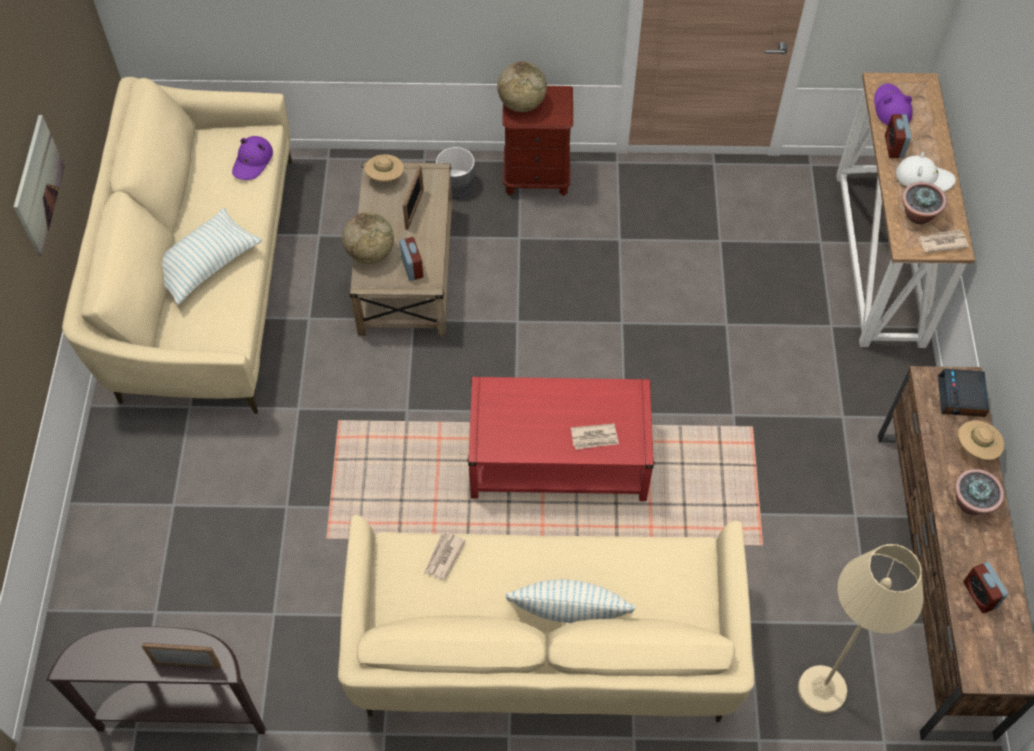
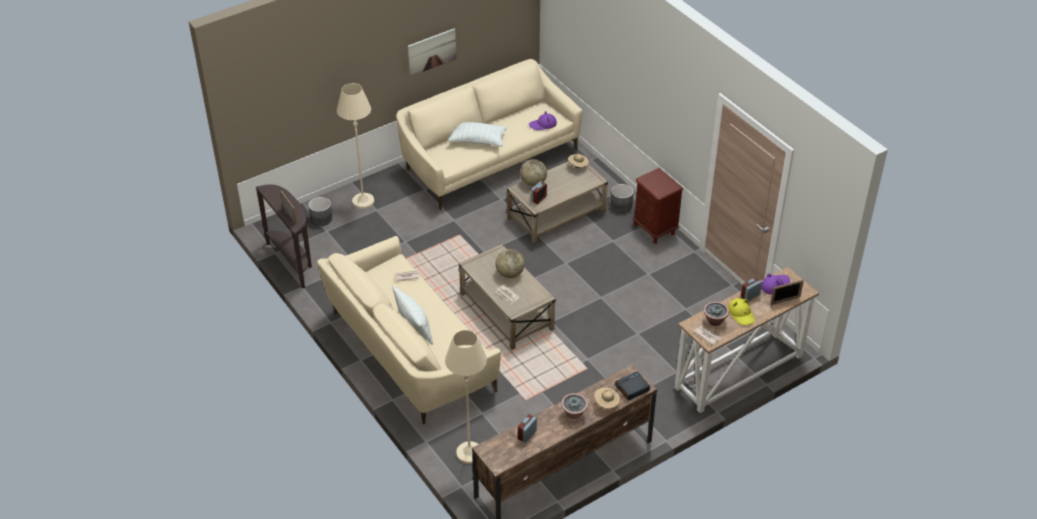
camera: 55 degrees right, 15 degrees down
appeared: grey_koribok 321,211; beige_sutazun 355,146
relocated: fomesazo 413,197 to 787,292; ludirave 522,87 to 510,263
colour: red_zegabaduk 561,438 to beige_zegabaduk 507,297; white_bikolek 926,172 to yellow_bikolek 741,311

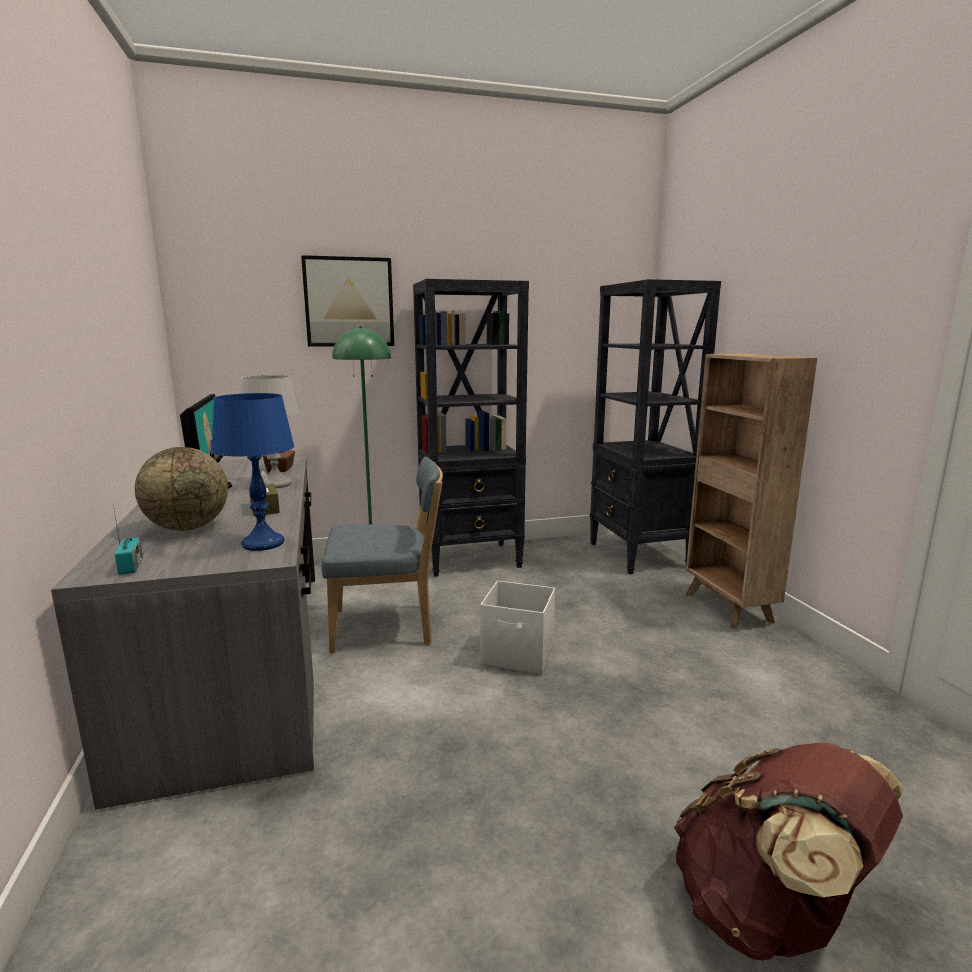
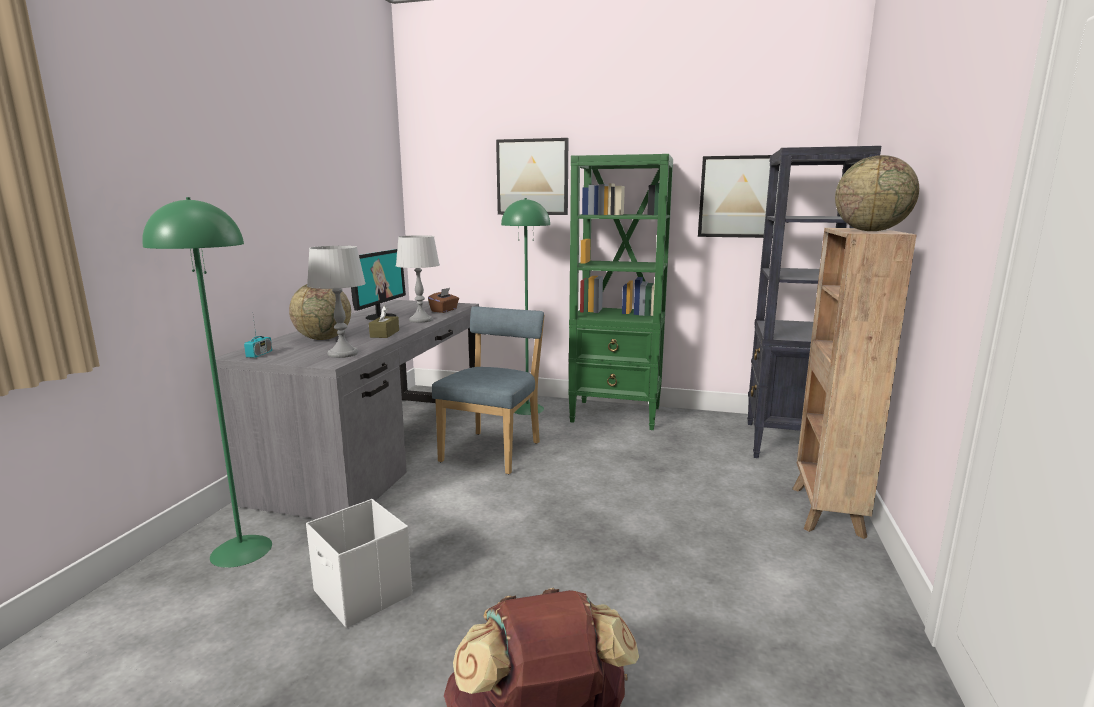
camera: 30 degrees right, 0 degrees up
appeared: green_sutazun 207,382; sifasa 739,196; ludirave 877,193
relocated: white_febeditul 517,627 to 359,563
colour: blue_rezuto 253,472 to grey_rezuto 336,302; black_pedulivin 471,428 to green_pedulivin 620,292
spun: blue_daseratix 382,555 = 488,390 90 degrees counterclockwise

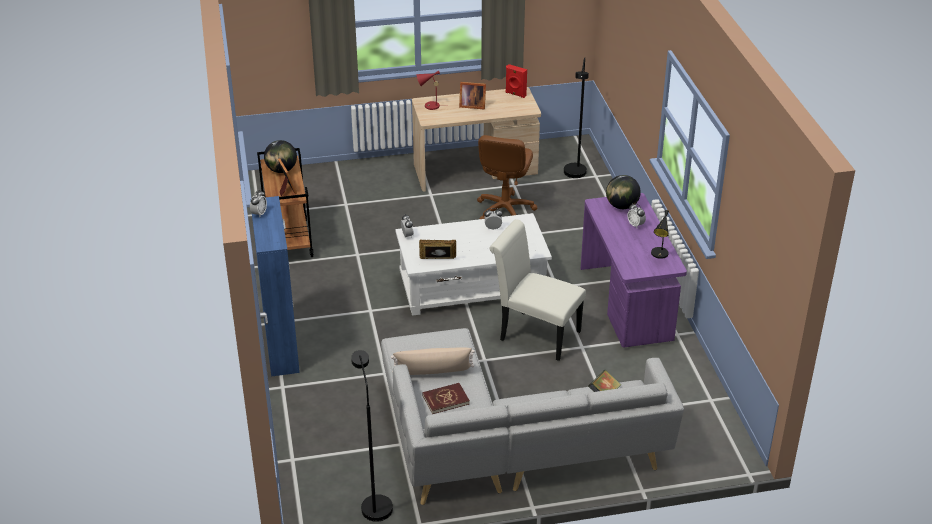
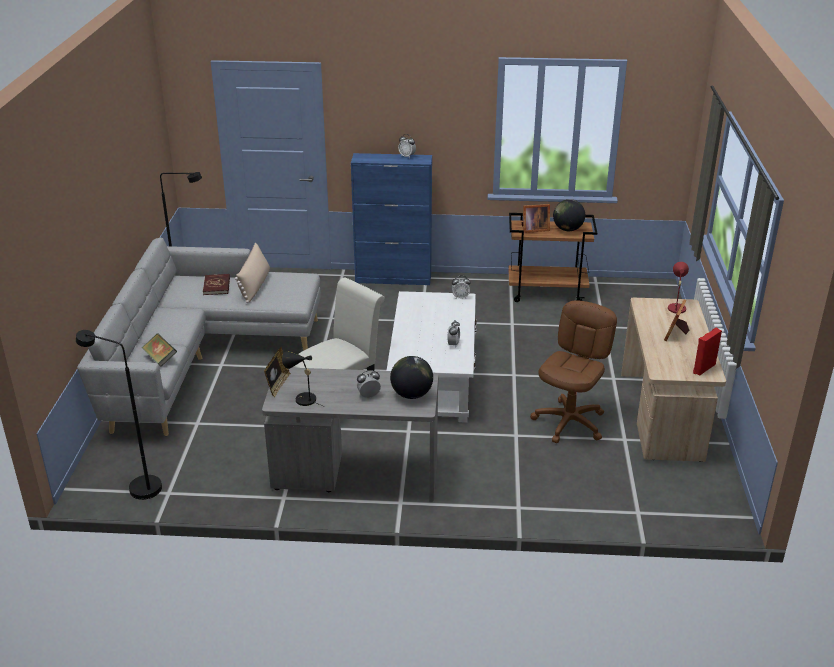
camera: 105 degrees right, 5 degrees down
relocated: fomesazo 437,249 to 277,372; black_sutazun 576,117 to 119,415
colour: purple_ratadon 634,270 to grey_ratadon 350,435
spun: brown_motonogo 507,177 = 573,371 90 degrees clockwise

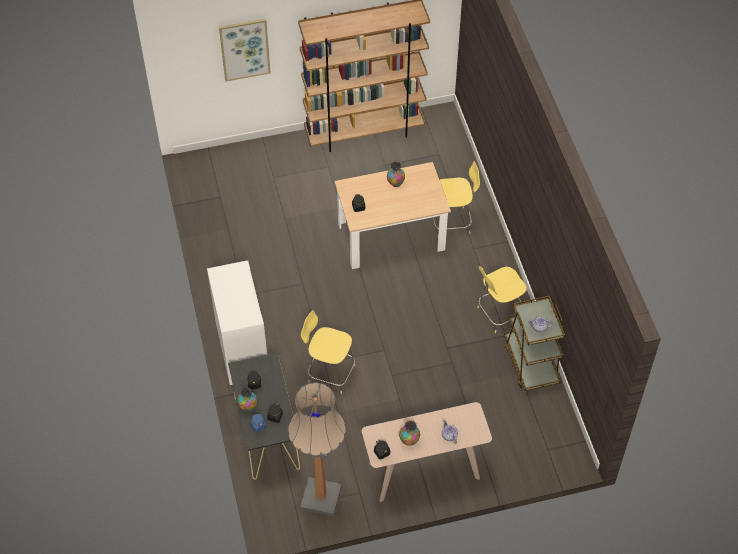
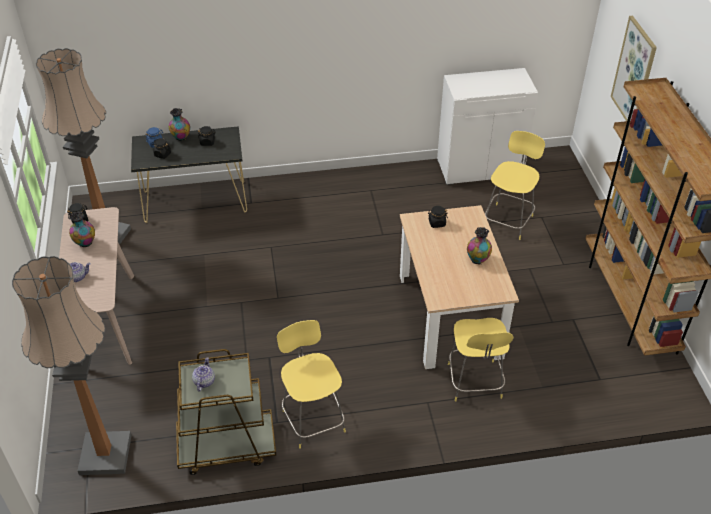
camera: 95 degrees right, 10 degrees down
appeared: sutazun 71,365
relocated: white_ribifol 237,323 to 487,126; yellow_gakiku 328,352 to 515,185

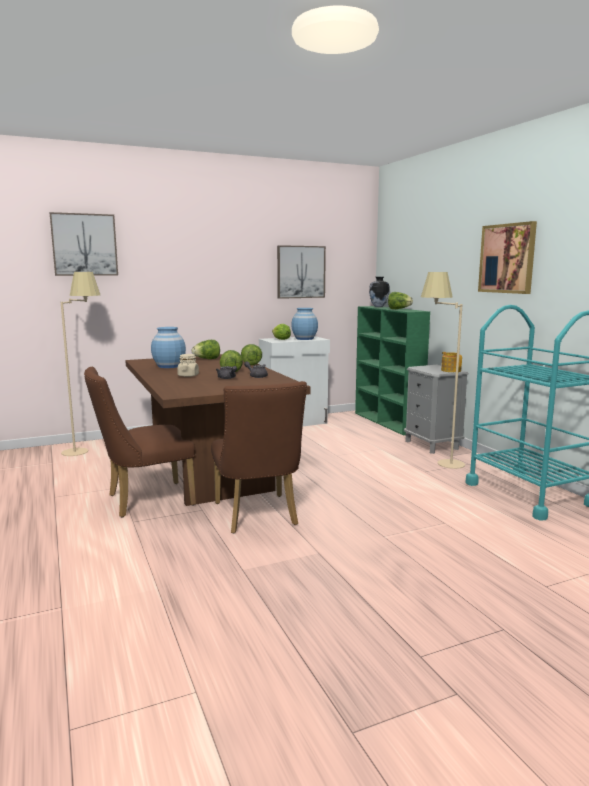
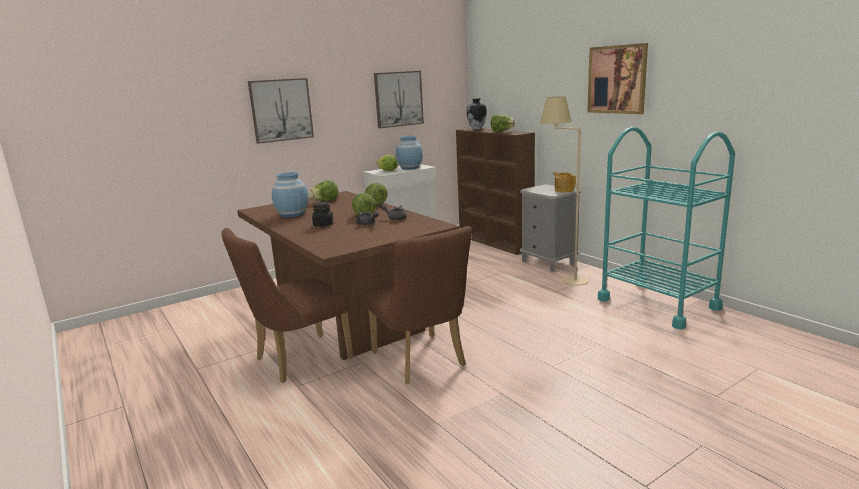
camera: 10 degrees left, 5 degrees up
missing: beige_sutazun 80,364
relocated: sifasa 84,244 to 281,111
colour: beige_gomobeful 188,365 to black_gomobeful 322,214; green_pedulivin 392,370 to brown_pedulivin 495,191

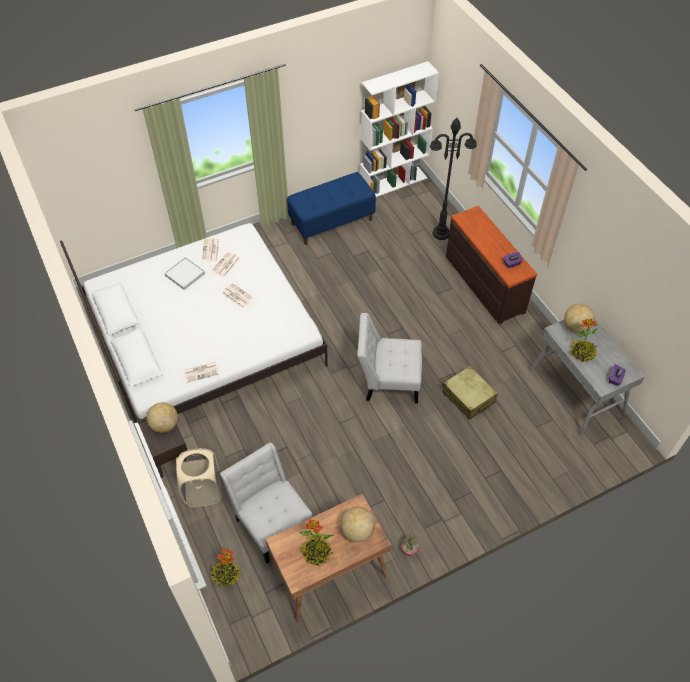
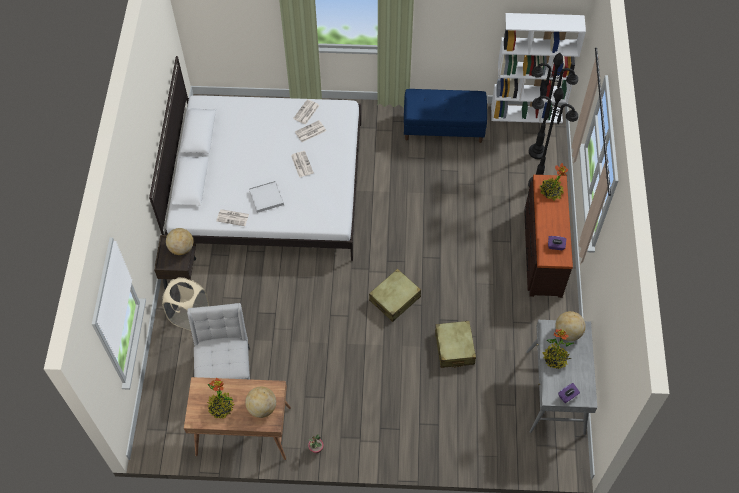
camera: 30 degrees right, 5 degrees up
appeared: black_sutazun 553,106
relocated: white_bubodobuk 184,273 to 266,197; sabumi 226,566 to 554,182
exchanged: white_daseratix 389,358 to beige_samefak 395,295

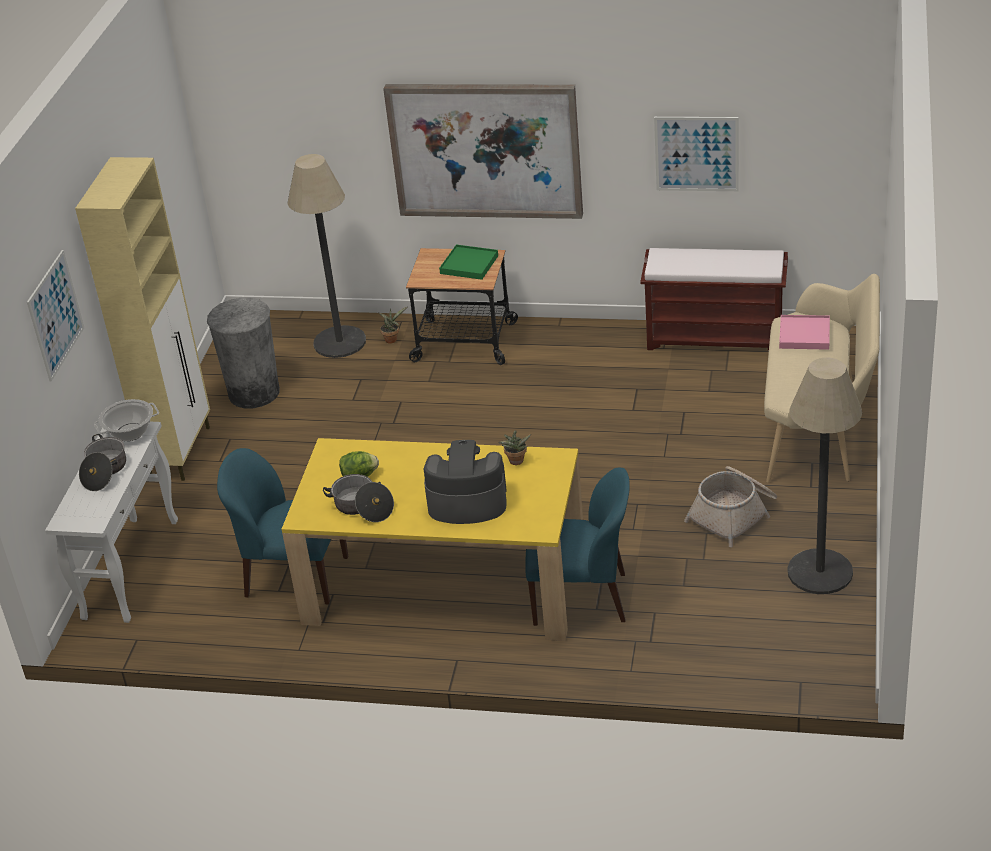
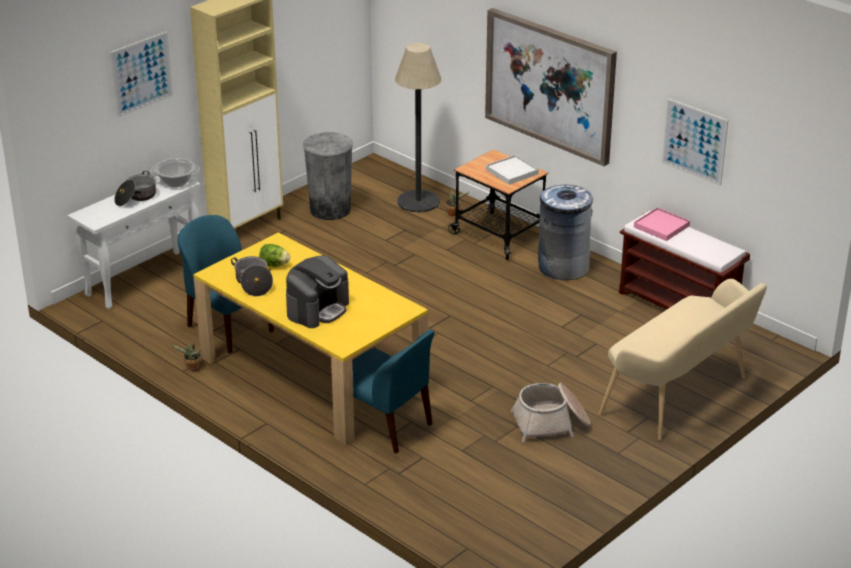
camera: 30 degrees right, 5 degrees down
missing: sutazun 825,476
appeared: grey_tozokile 565,232
relocated: sabumi 514,447 to 186,357; pink_bubodobuk 804,332 to 662,224
colour: green_bubodobuk 468,262 to white_bubodobuk 512,170
spun: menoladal 465,482 = 317,292 90 degrees clockwise

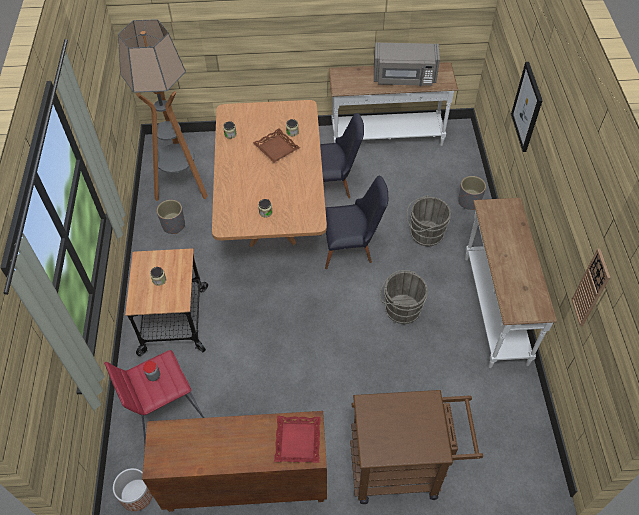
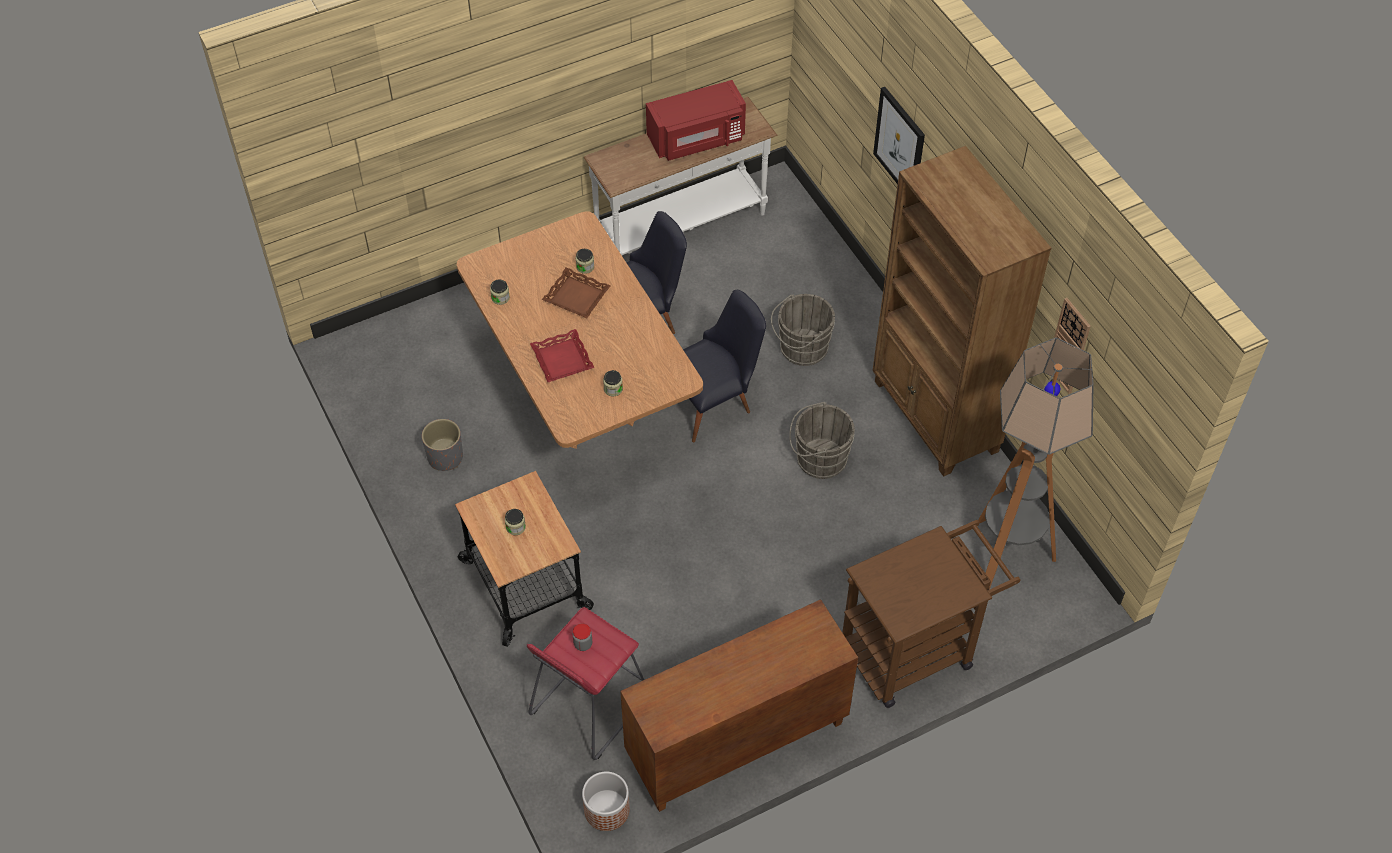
camera: 25 degrees left, 0 degrees up
missing: grey_koribok 472,193
relocated: sutazun 163,110 to 1036,464; red_bubodobuk 297,439 to 562,355
exchanged: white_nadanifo 511,283 to brown_pedulivin 962,311
colour: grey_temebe 407,64 to red_temebe 696,120

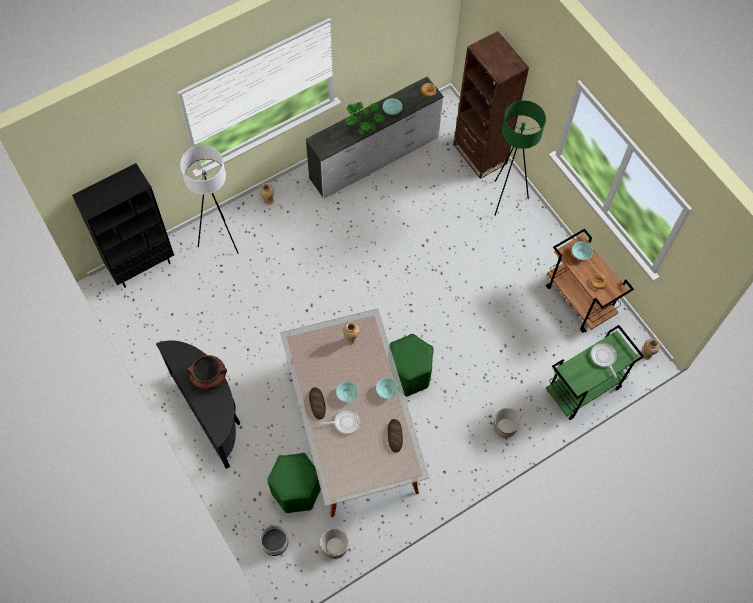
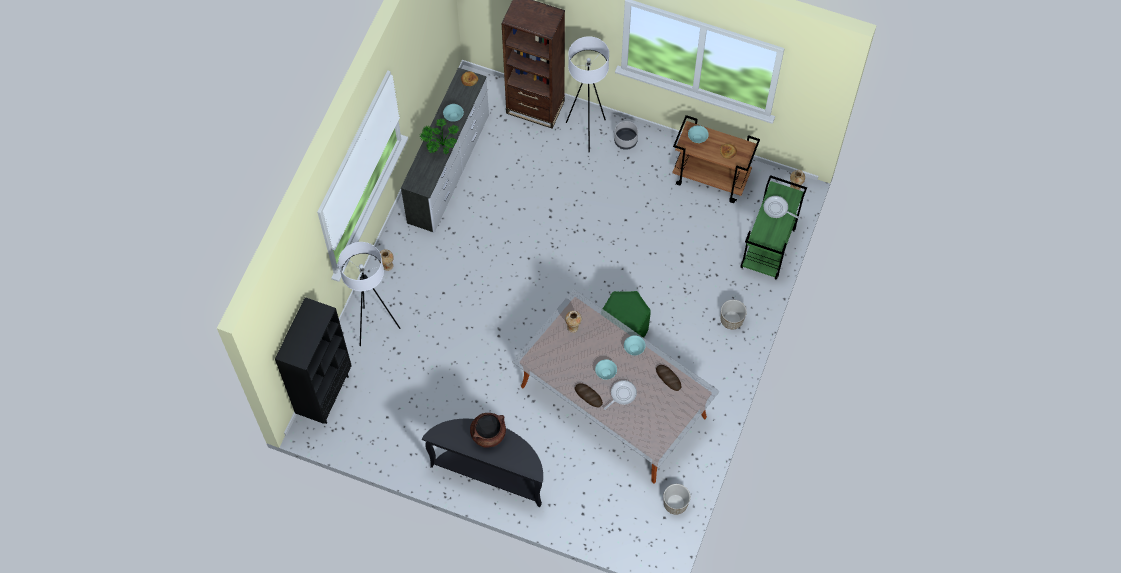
camera: 35 degrees left, 0 degrees up
missing: green_gakiku 294,483
relocated: grey_koribok 274,540 to 626,135
colour: green_sutazun 520,158 to white_sutazun 587,94

